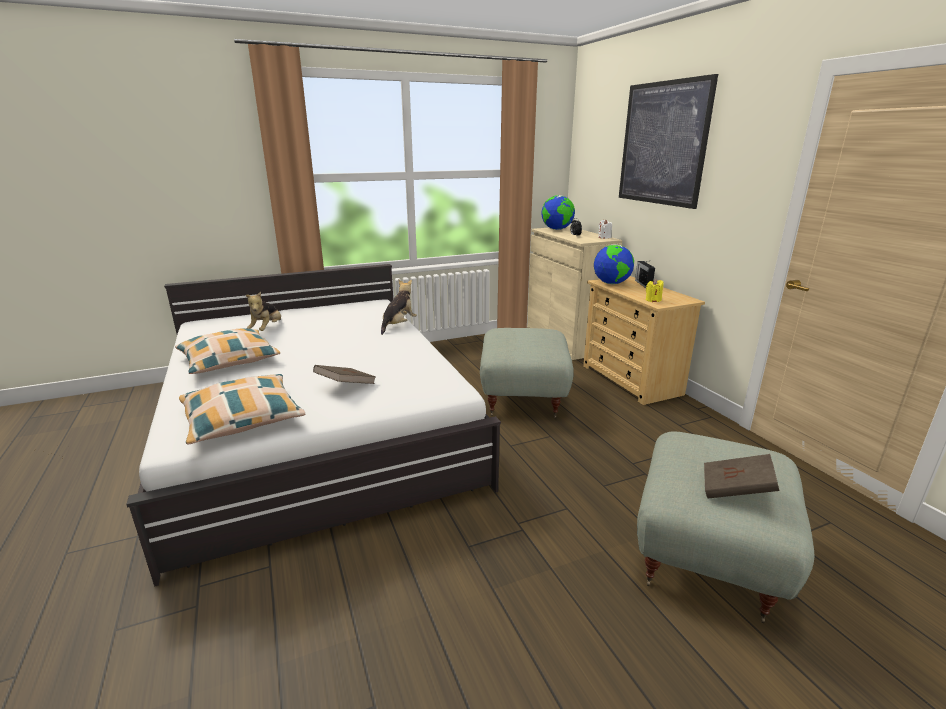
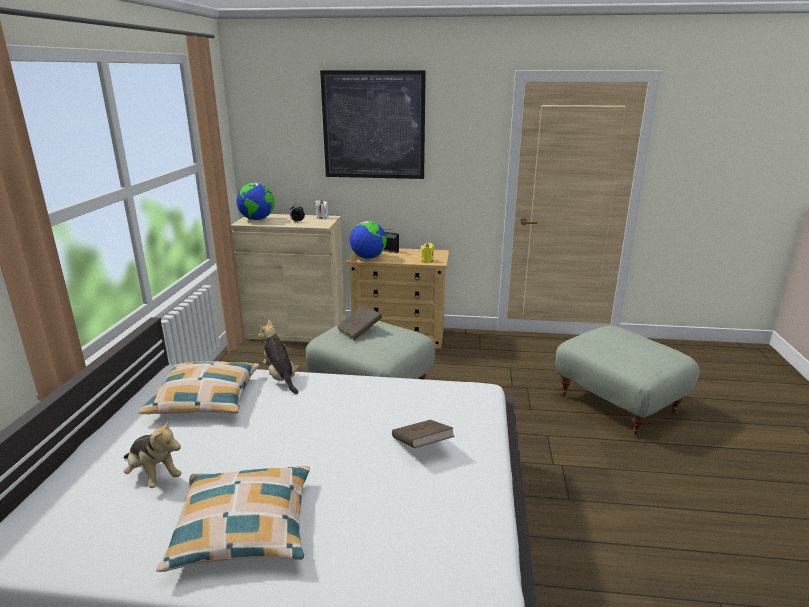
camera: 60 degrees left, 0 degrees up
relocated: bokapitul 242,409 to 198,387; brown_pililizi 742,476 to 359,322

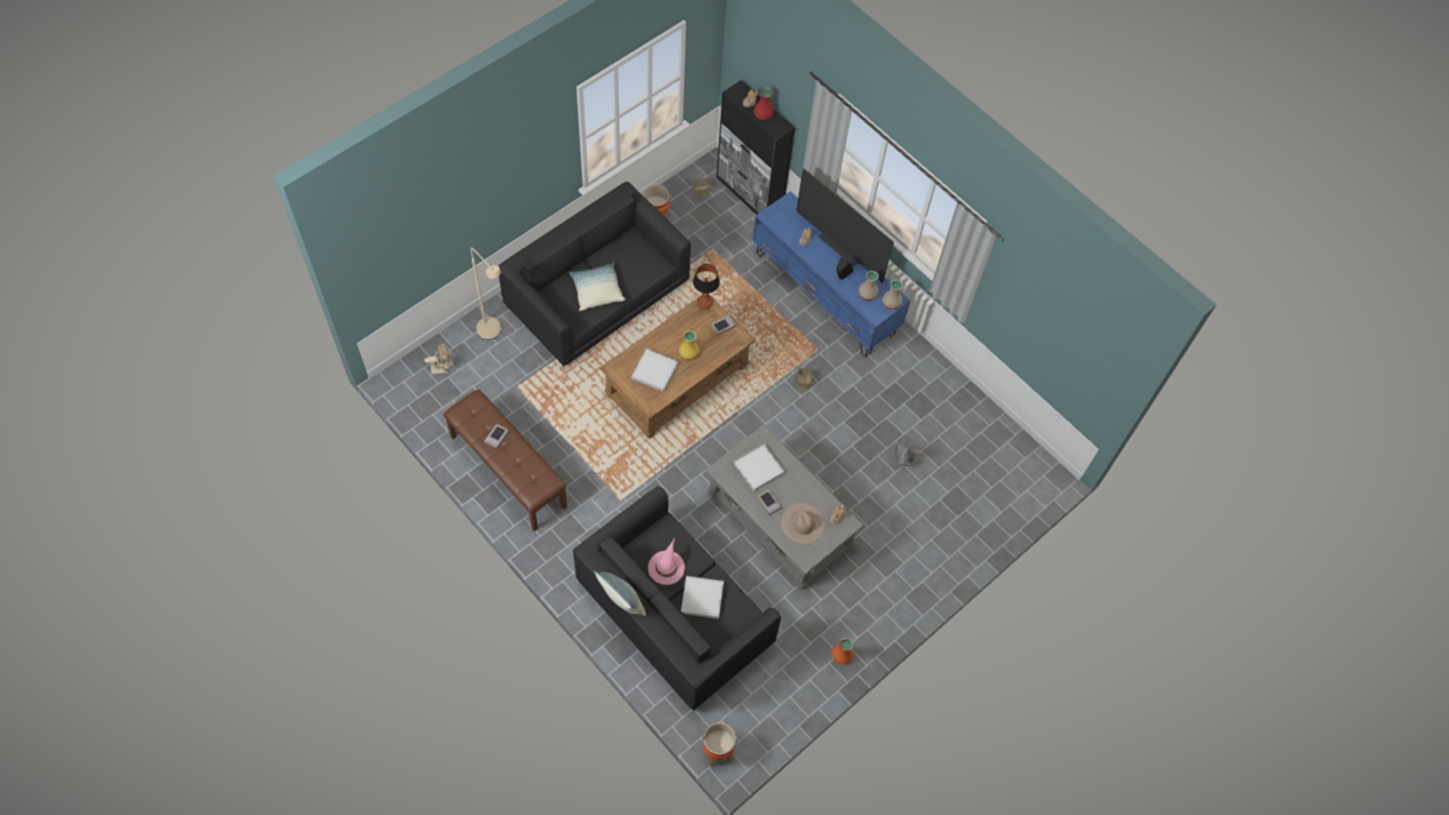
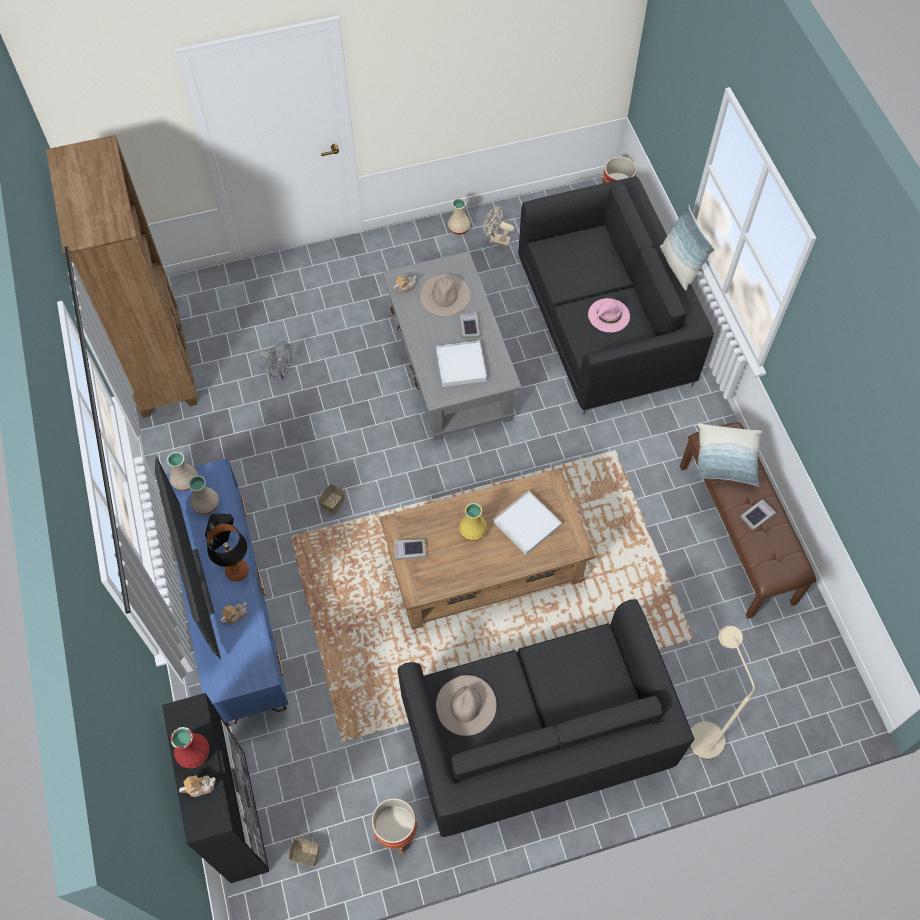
camera: 150 degrees left, 0 degrees up
missing: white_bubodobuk 702,597
appeared: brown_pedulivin 122,276; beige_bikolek 466,705
relocated: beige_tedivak 438,358 to 499,226; bokapitul 597,287 to 728,455; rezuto 706,286 to 228,552
colour: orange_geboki 843,651 to beige_geboki 459,216

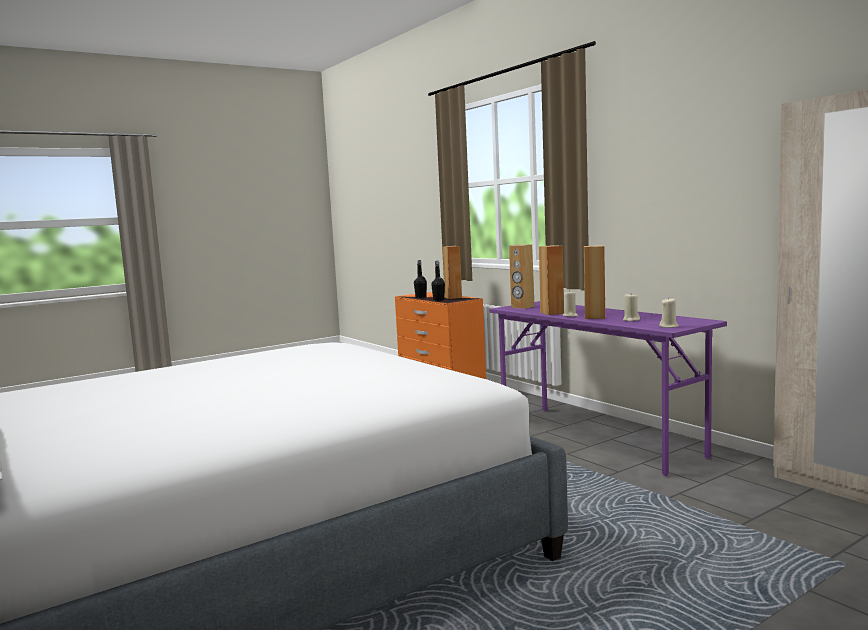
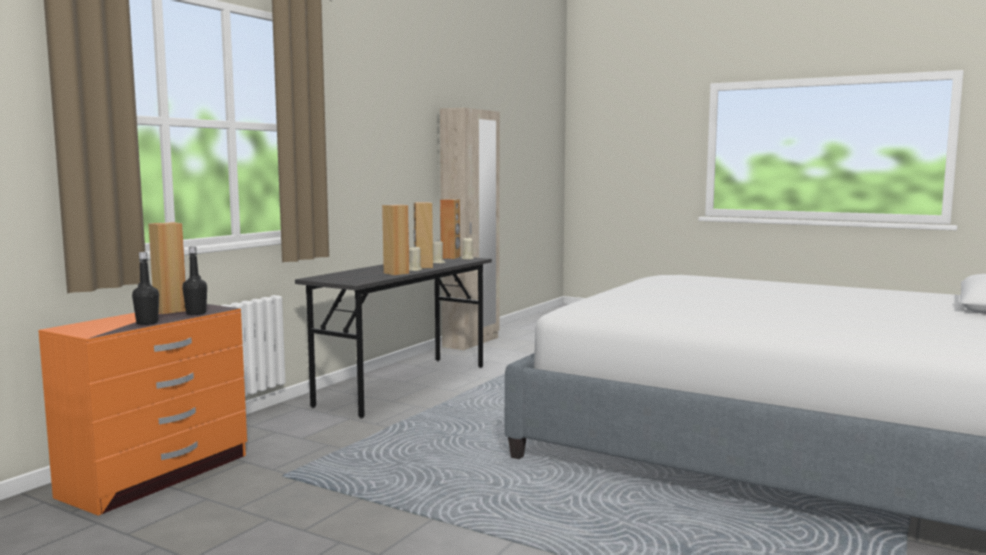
camera: 115 degrees left, 0 degrees up
relocated: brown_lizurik 522,276 to 450,229
colour: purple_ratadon 608,388 to grey_ratadon 393,337

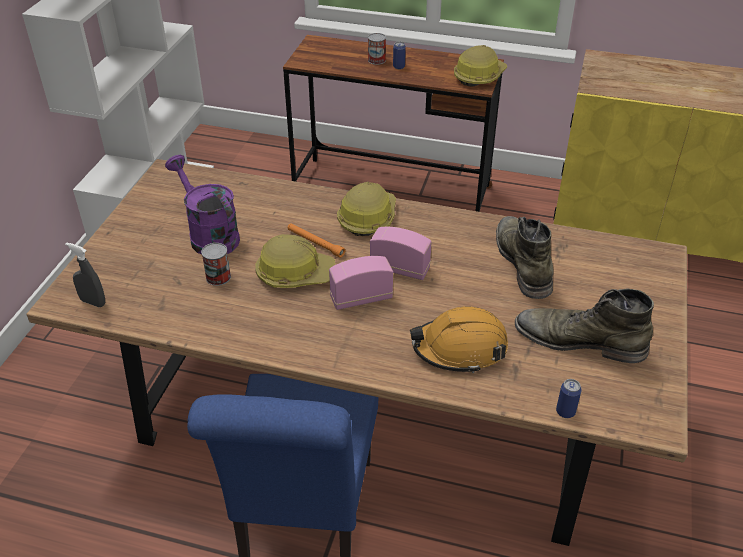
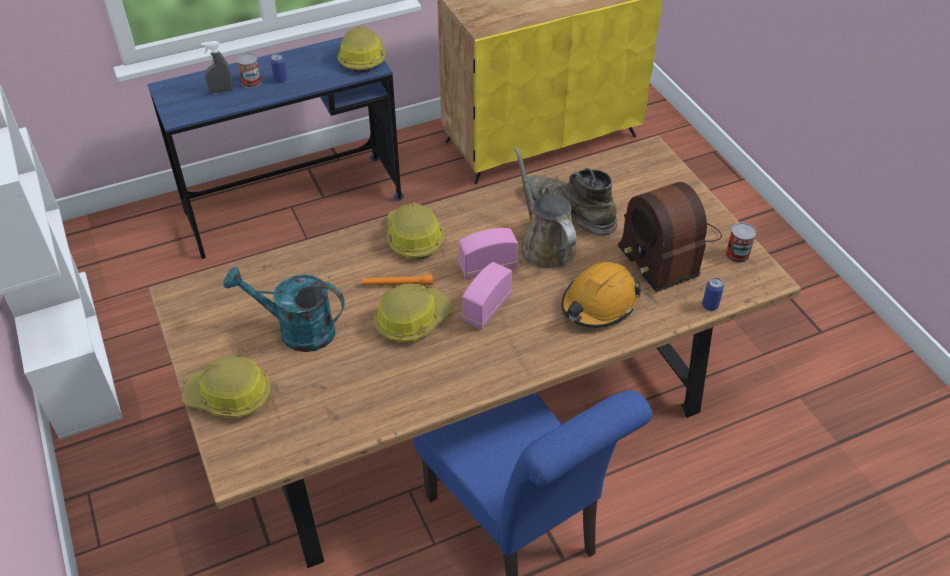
camera: 40 degrees left, 5 degrees up
appeared: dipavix 226,387; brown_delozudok 545,208
relocated: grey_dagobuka 85,274 to 217,67; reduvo 216,264 to 741,243
exchanged: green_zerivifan 584,325 to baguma 670,237
colour: purple_delozudok 202,205 to turquoise_delozudok 284,309; brown_ratadon 393,123 to blue_ratadon 276,148

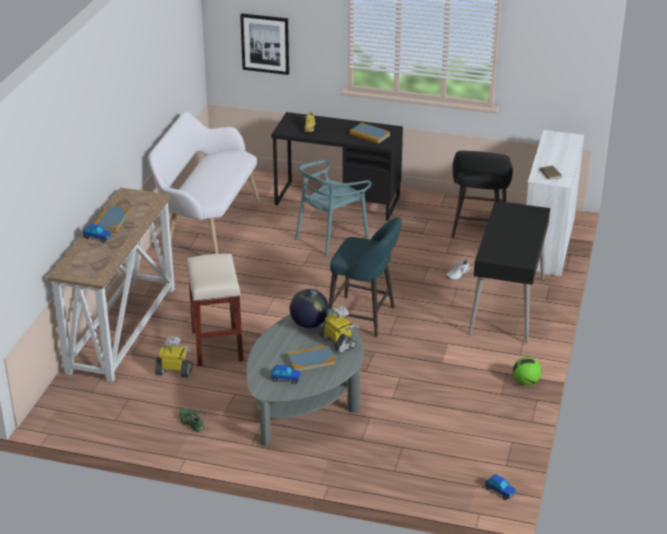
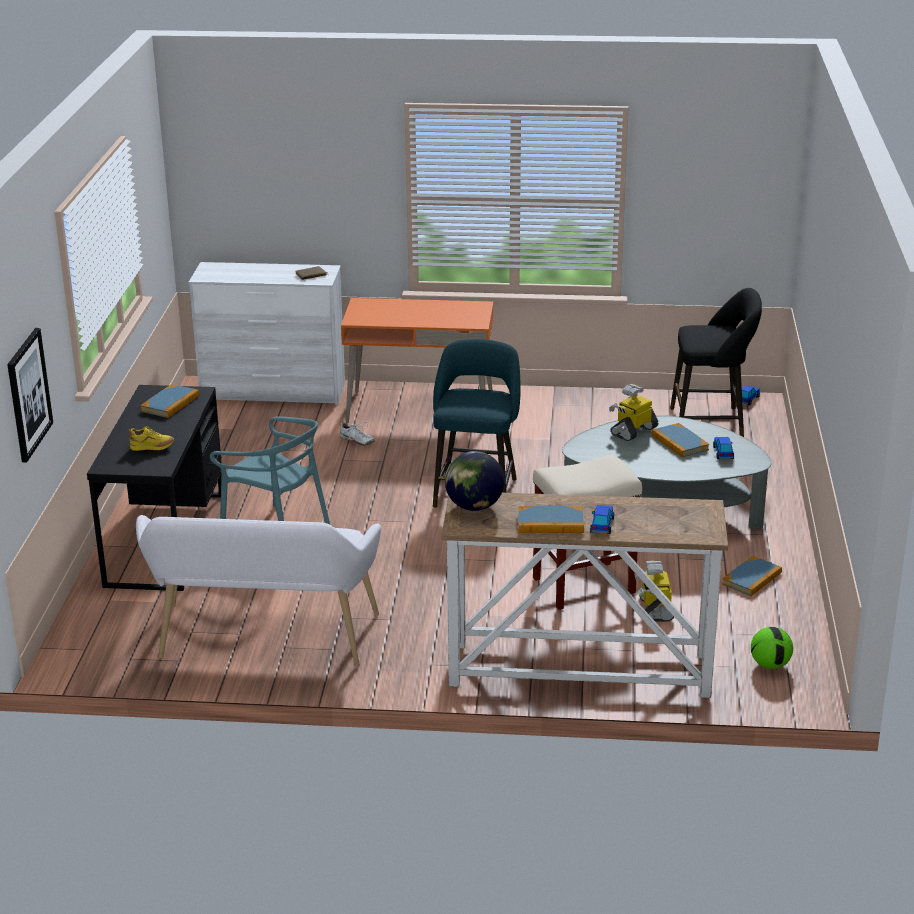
camera: 100 degrees left, 5 degrees down
relocated: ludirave 309,308 to 474,481; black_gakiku 482,194 to 716,362; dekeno 527,371 to 772,648
exchanged: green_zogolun 191,420 to pililizi 752,576
colour: black_ratadon 509,272 to orange_ratadon 417,360

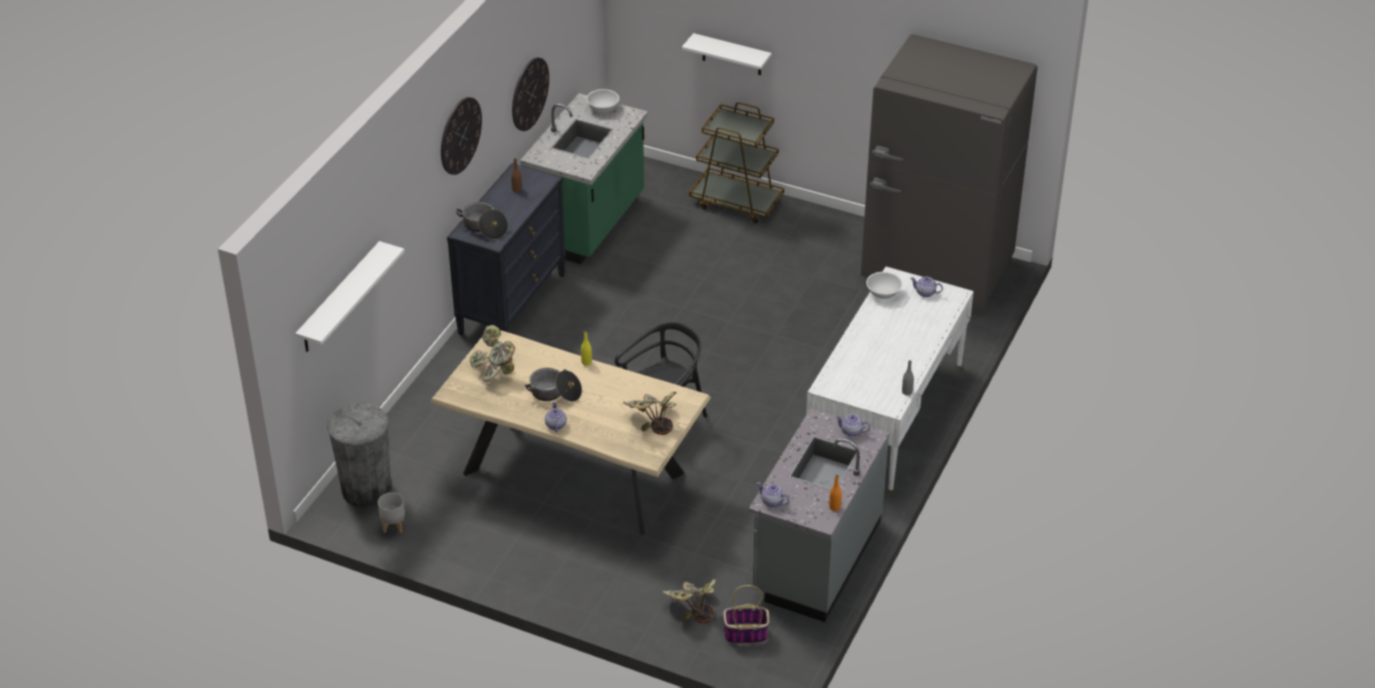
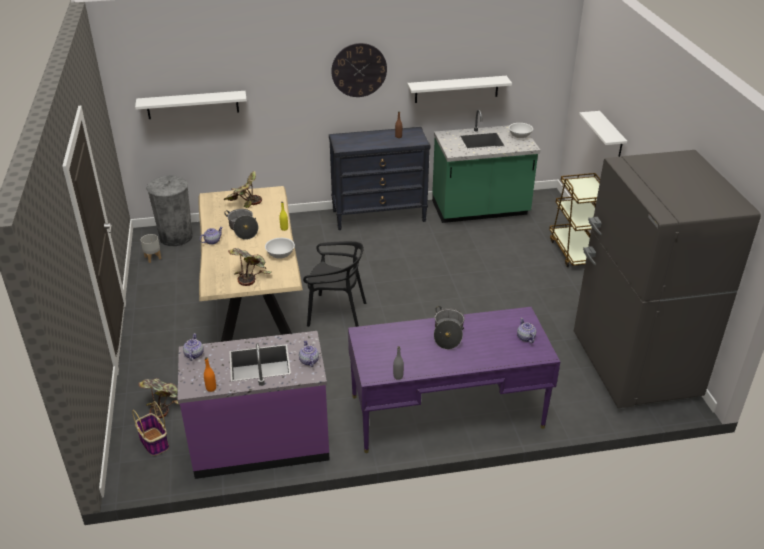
camera: 55 degrees right, 5 degrees down
relocated: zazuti 482,221 to 449,327; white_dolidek 884,285 to 280,248
exchanged: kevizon 530,94 to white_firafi 459,89
colour: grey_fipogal 819,515 to purple_fipogal 254,405; white_ratadon 890,380 to purple_ratadon 454,380

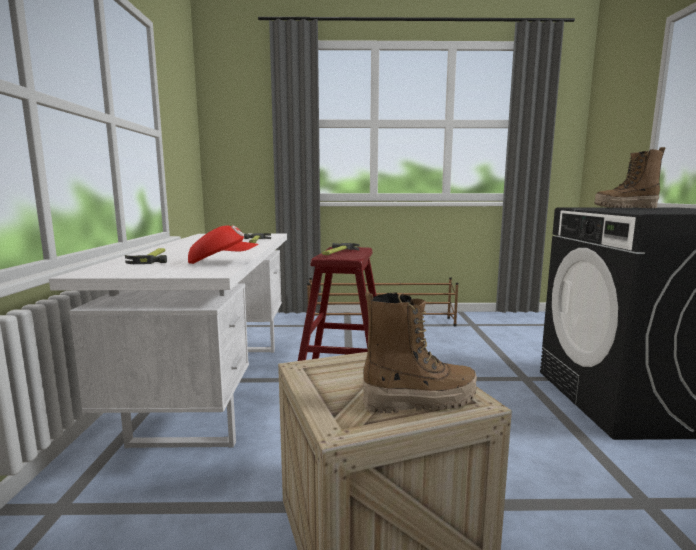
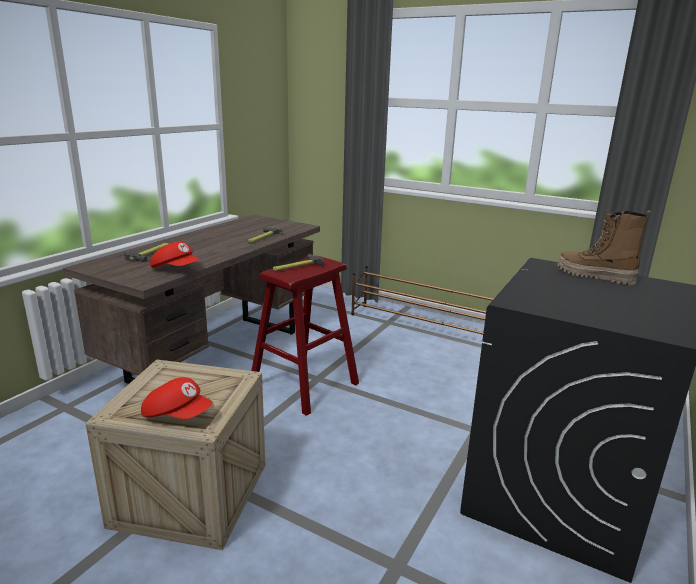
camera: 30 degrees right, 10 degrees up
exchanged: zerivifan 420,352 to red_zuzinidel 176,398
colour: white_ratadon 168,341 to brown_ratadon 191,299

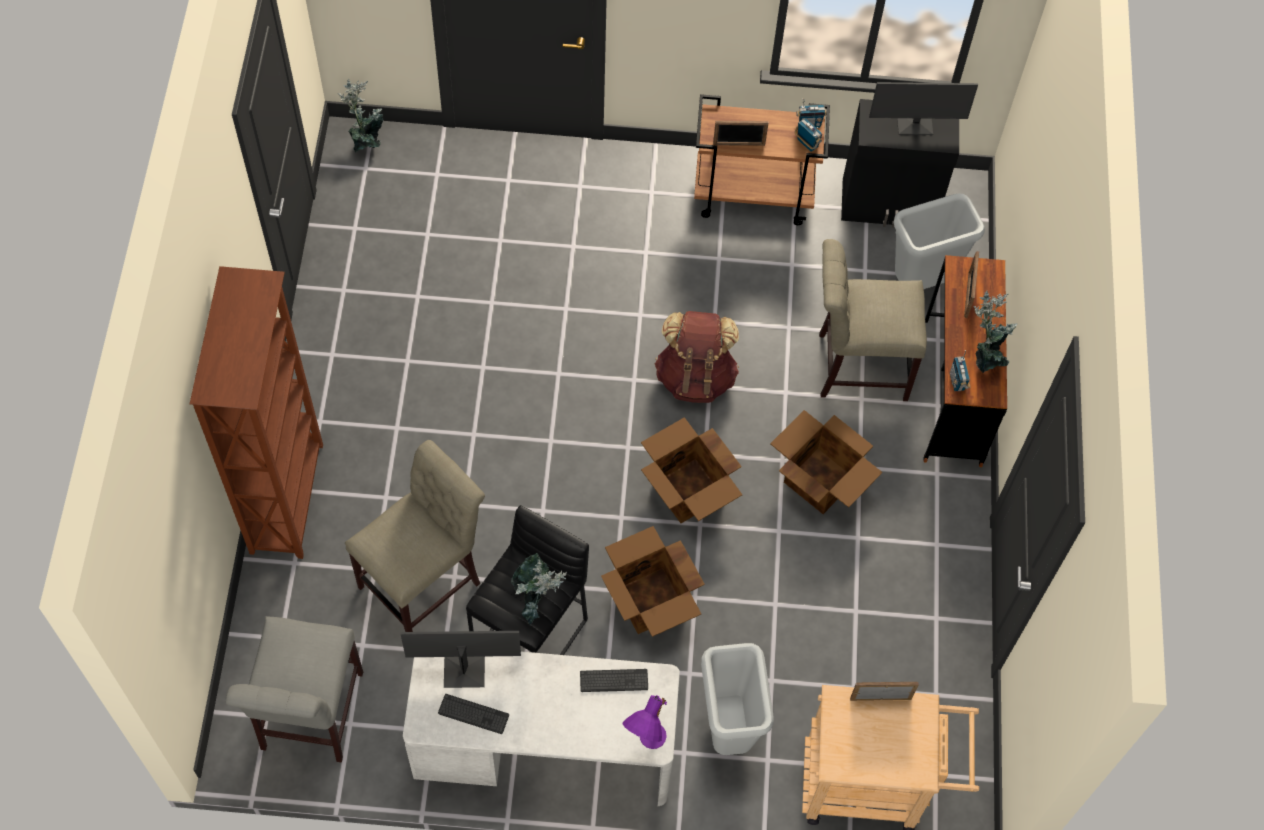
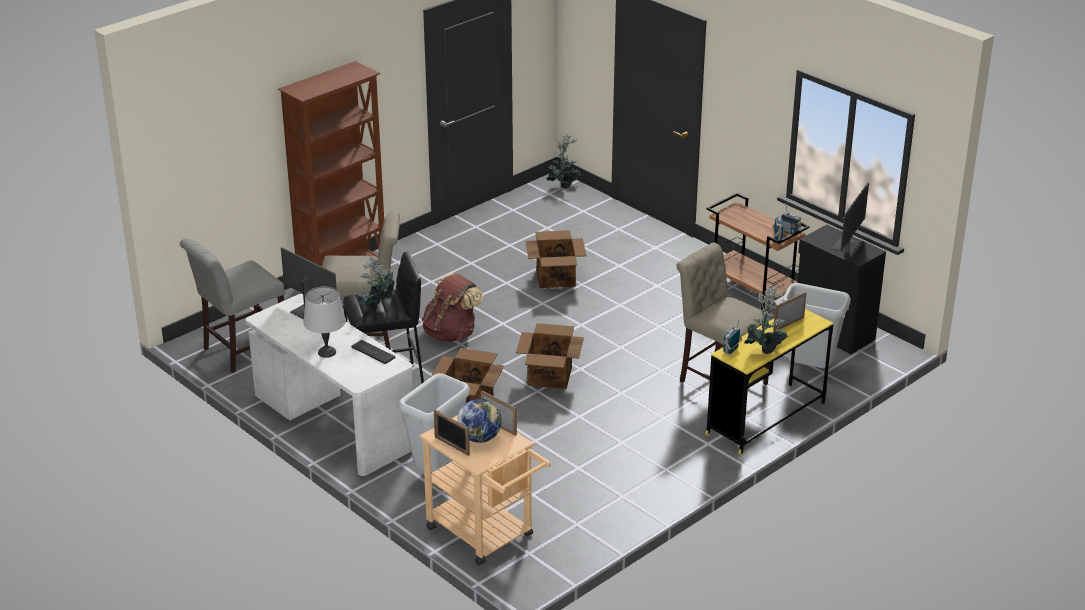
camera: 45 degrees right, 30 degrees down
missing: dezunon 473,714; purple_rezuto 645,722
appeared: grey_rezuto 325,322; ludirave 479,421
relocated: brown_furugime 697,357 to 453,307; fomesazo 740,133 to 452,433; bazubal 826,462 to 556,259
colour: brown_ratadon 965,361 to yellow_ratadon 769,382
spun: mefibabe 923,108 = 850,218 105 degrees counterclockwise

